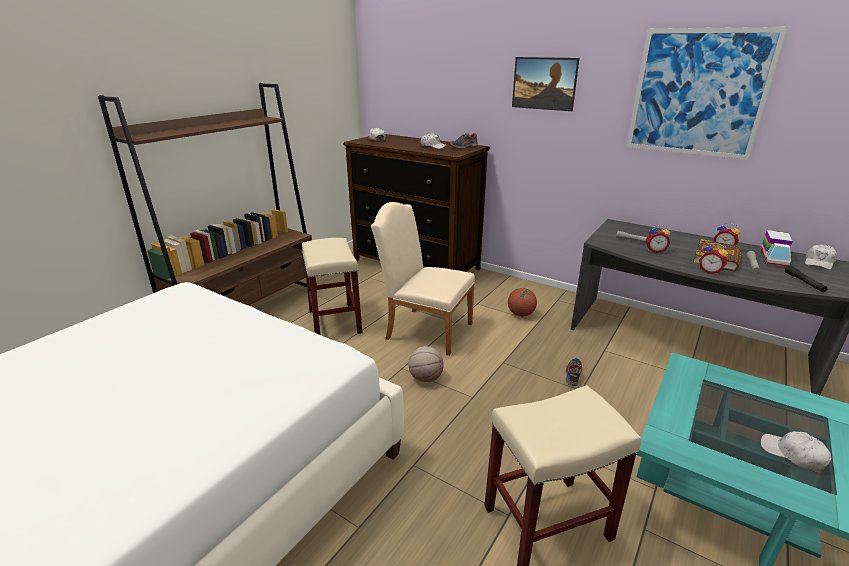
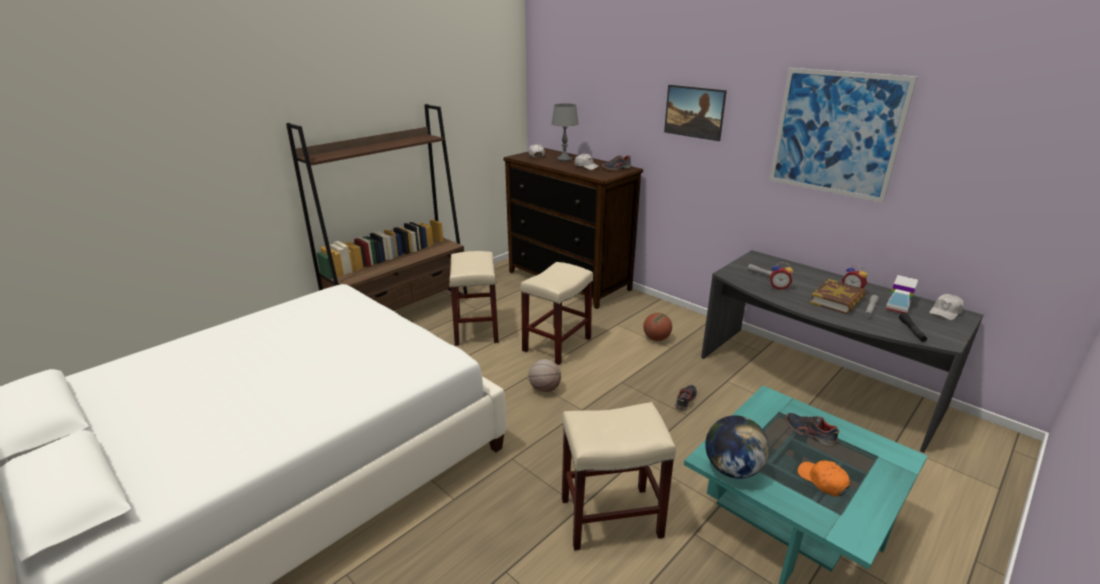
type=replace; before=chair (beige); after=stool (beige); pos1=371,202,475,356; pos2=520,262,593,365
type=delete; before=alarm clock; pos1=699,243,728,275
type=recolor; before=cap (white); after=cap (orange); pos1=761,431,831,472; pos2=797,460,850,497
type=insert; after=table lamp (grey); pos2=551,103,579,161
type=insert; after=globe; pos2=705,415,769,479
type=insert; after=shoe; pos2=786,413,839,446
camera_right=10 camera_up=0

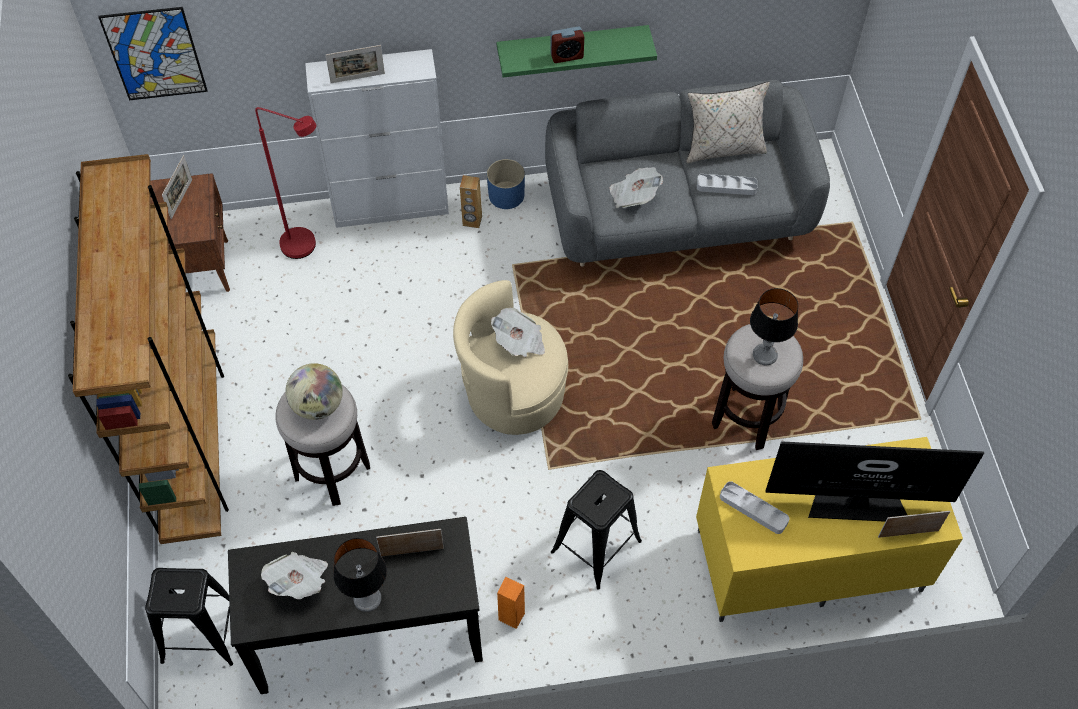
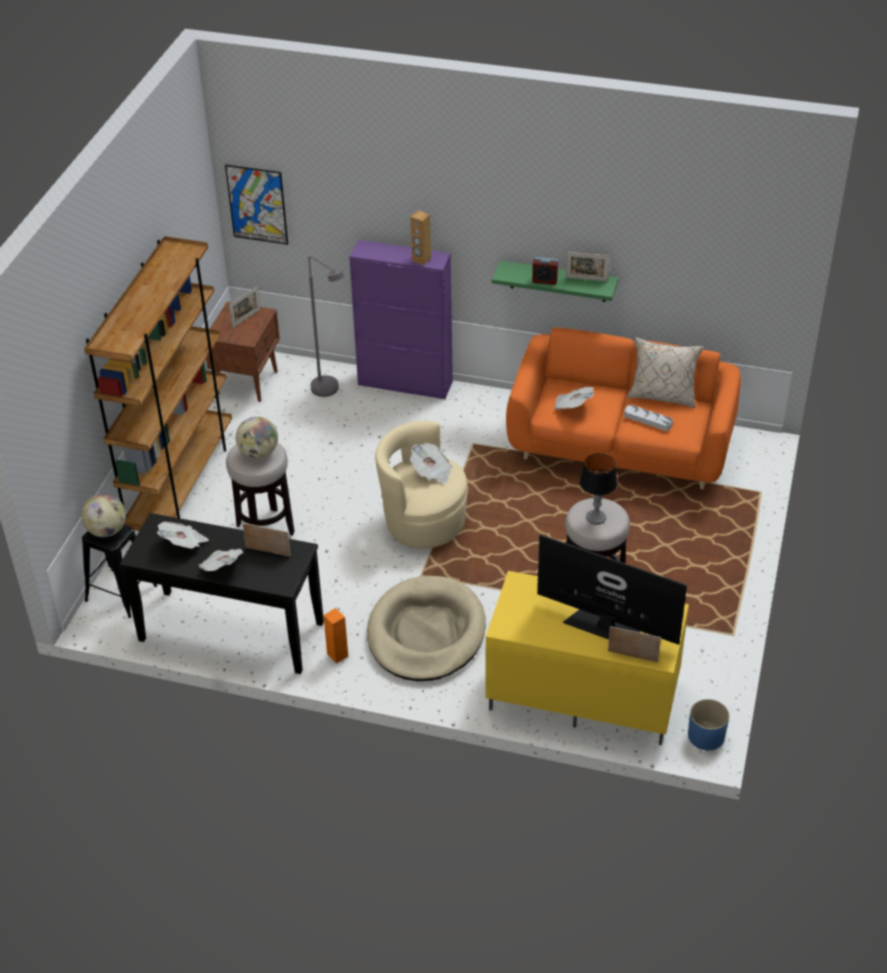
type=recolor; before=floor lamp (red); after=floor lamp (grey); pos1=255,107,316,259; pos2=309,256,344,397
type=recolor; before=cabinet (white); after=cabinet (purple); pos1=305,49,449,228; pos2=349,240,453,399
type=move; before=picture frame; pos1=325,45,385,83; pos2=566,252,609,281
type=replace; before=table lamp; after=newspaper; pos1=333,538,387,612; pos2=198,549,243,571
type=move; before=speaker (brown); pos1=460,175,482,228; pos2=410,210,431,265
type=move; before=planter (blue); pos1=487,159,525,209; pos2=688,699,729,750
type=recolor; before=sofa (grey); after=sofa (orange); pos1=545,80,830,266; pos2=506,328,741,489
type=replace; before=stool (black); after=dog bed (beige); pos1=551,470,642,590; pos2=367,576,486,681
type=delete; before=tray (grey); pos1=720,481,789,534
type=insert; after=globe; pos2=81,494,126,537
camera_right=25 camera_up=-15

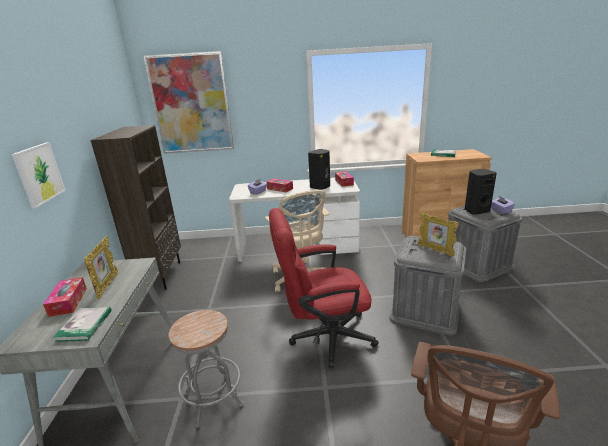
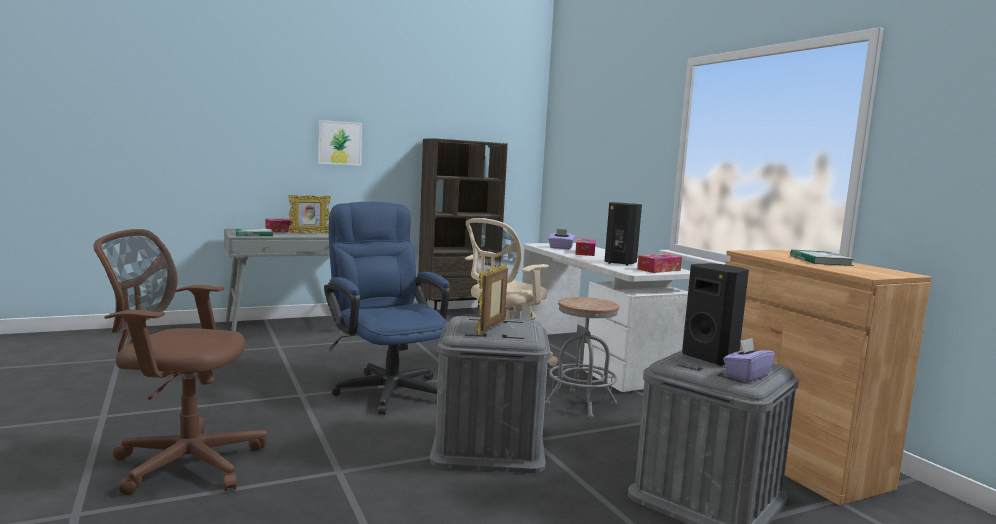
type=delete; before=picture; pos1=144,51,234,154
type=move; before=stool (grey); pos1=168,310,244,428; pos2=545,297,619,418
type=recolor; before=office chair (red); after=office chair (blue); pos1=269,208,379,368; pos2=324,202,450,415
camera_right=65 camera_up=-15

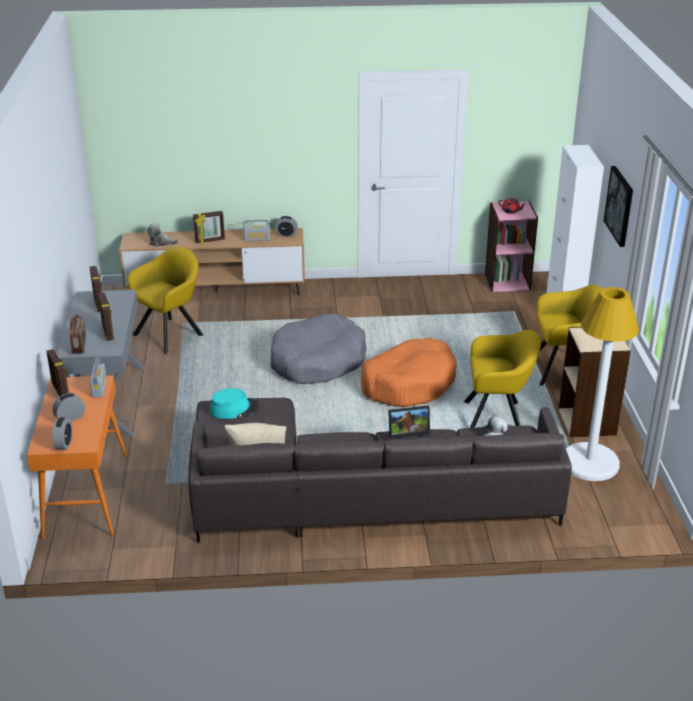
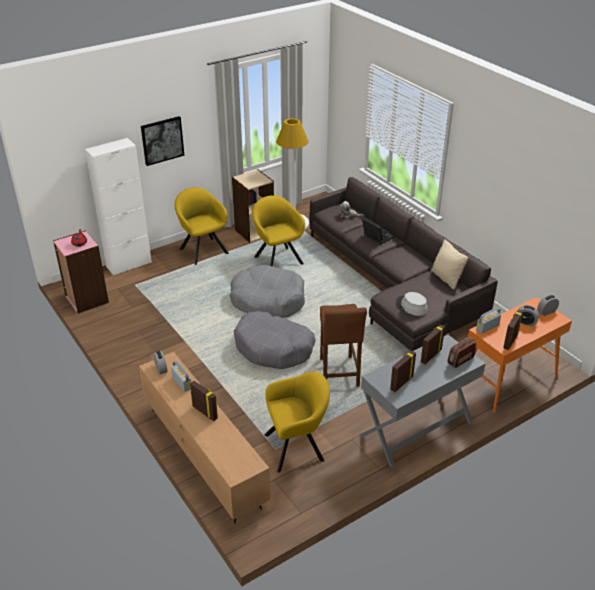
type=rotate; before=armchair (yellow); pos1=127,247,203,354; pos2=264,371,330,472; turn=150
type=delete; before=plush toy; pos1=147,223,178,247
type=recolor; before=hat (turquoise); after=hat (grey); pos1=210,388,259,419; pos2=396,292,428,316
type=recolor; before=dog bed (orange); after=dog bed (grey); pos1=361,338,457,407; pos2=230,265,305,318
type=insert; after=stool (brown); pos2=320,304,367,387
camera_right=-120 camera_up=5

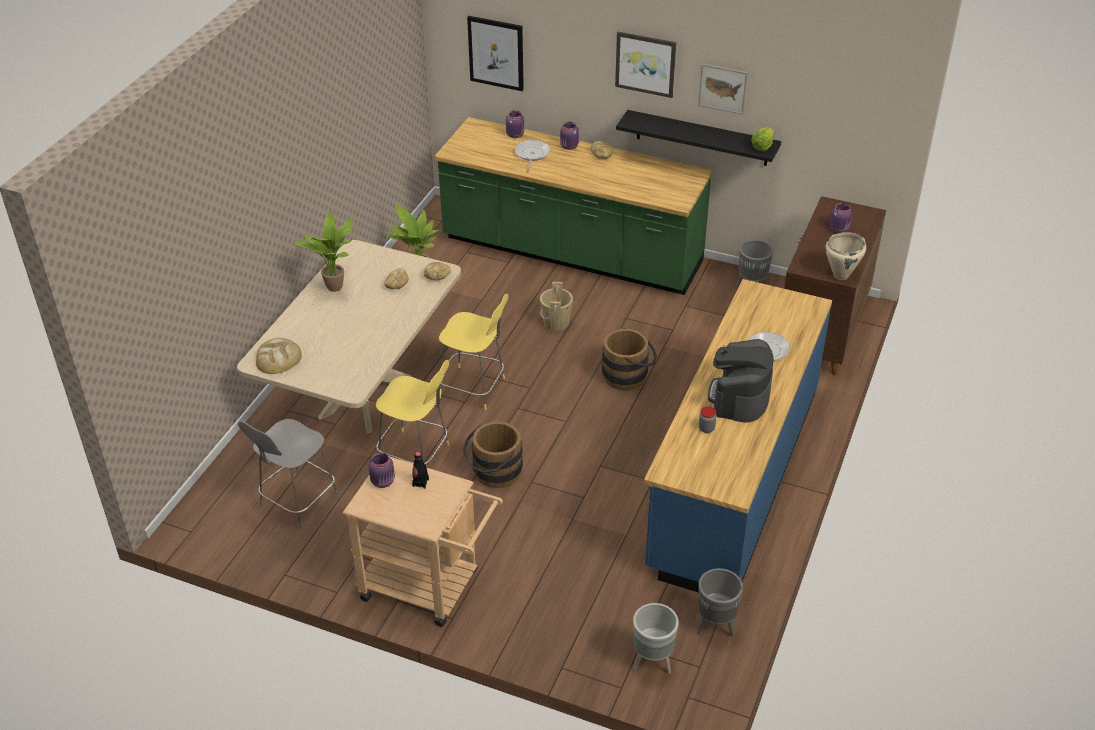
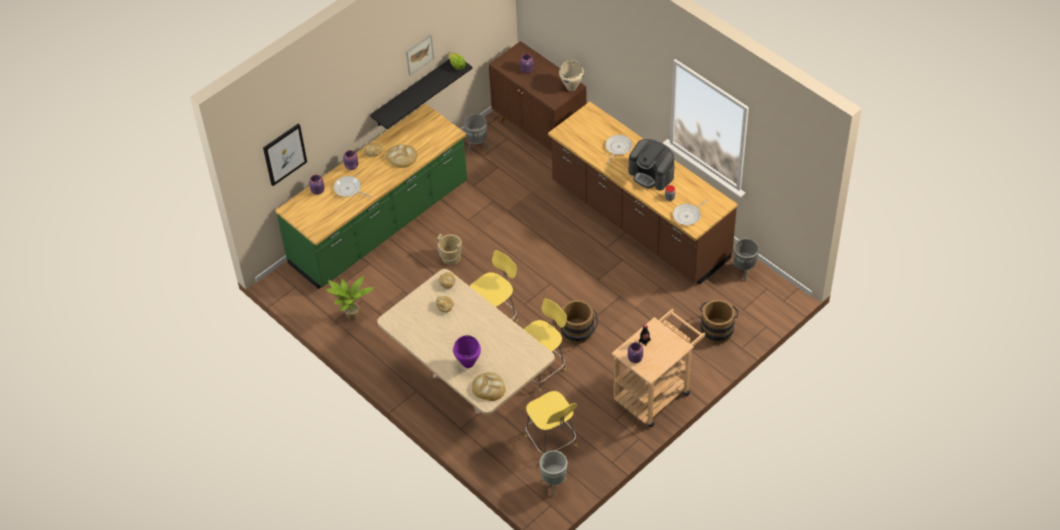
type=recolor; before=stool (grey); after=stool (yellow); pos1=238,419,339,529; pos2=525,391,577,454
type=delete; before=potted plant; pos1=292,211,356,292
type=move; before=bucket (brown); pos1=602,328,657,390; pos2=699,299,739,344
type=delete; before=picture; pos1=615,32,676,98
type=move; before=planter (grey); pos1=633,603,679,674; pos2=540,451,567,496
type=recolor; before=counter (blue); after=counter (brown); pos1=644,279,832,592; pos2=548,102,738,285
type=insert; after=bread; pos2=386,145,417,168
type=insert; after=cooking pot (purple); pos2=453,335,481,368
type=insert; after=frying pan; pos2=673,199,708,225
camera_right=-65 camera_up=10

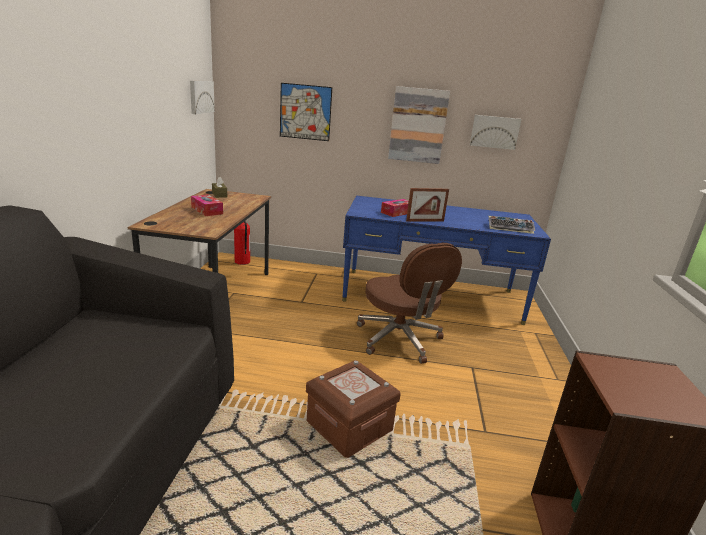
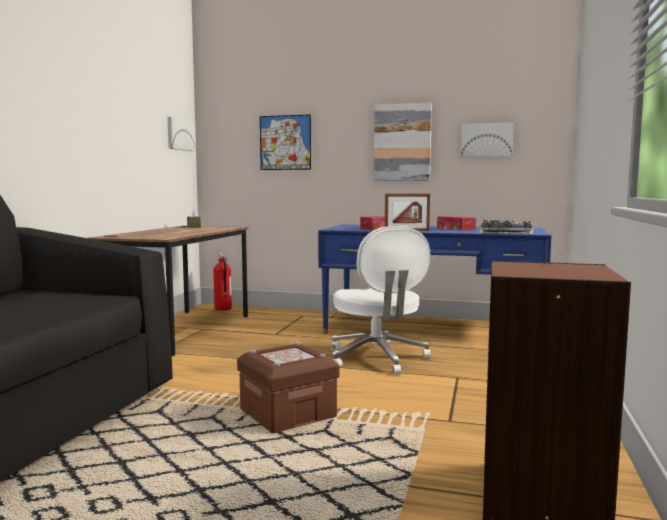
type=move; before=tissue box; pos1=191,194,223,216; pos2=437,216,476,231
type=recolor; before=office chair (brown); after=office chair (white); pos1=357,243,462,364; pos2=331,226,431,374
camera_right=10 camera_up=-15

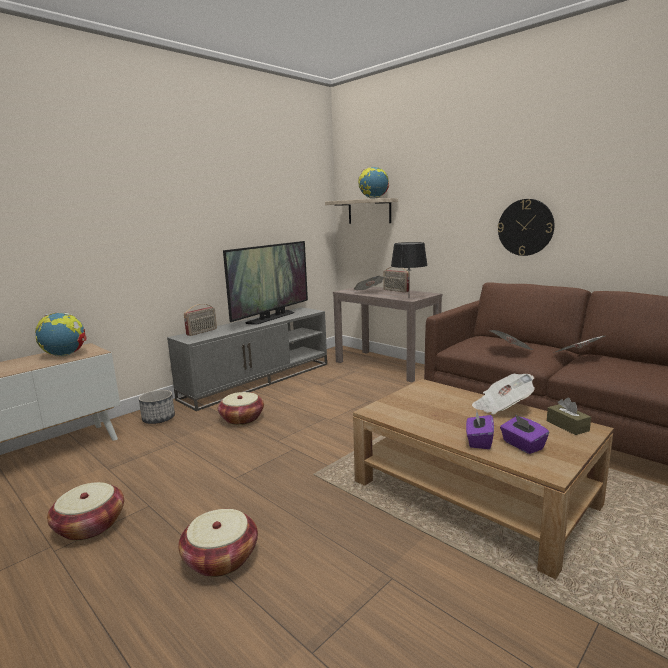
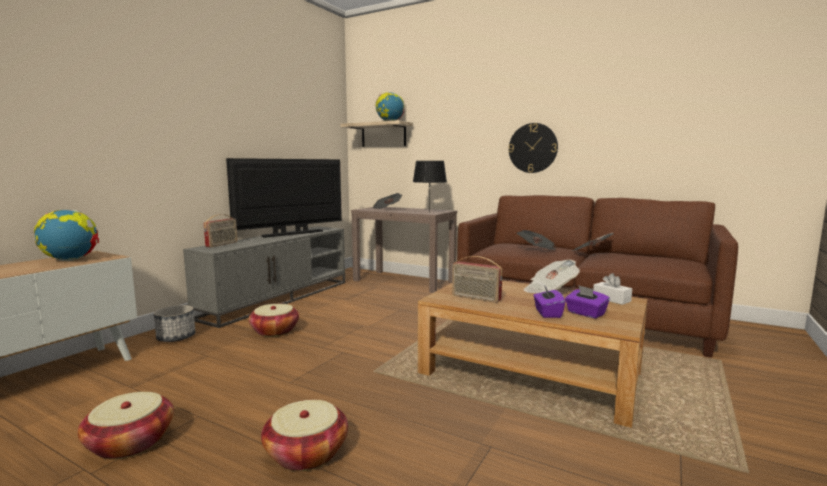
type=rotate; before=television; pos1=223,241,308,325; pos2=226,158,342,238; turn=-150
type=move; before=radio; pos1=383,267,409,293; pos2=452,256,502,303
type=recolor; before=tissue box (brown); after=tissue box (white); pos1=547,398,591,435; pos2=593,273,632,305
camera_right=-15 camera_up=-5

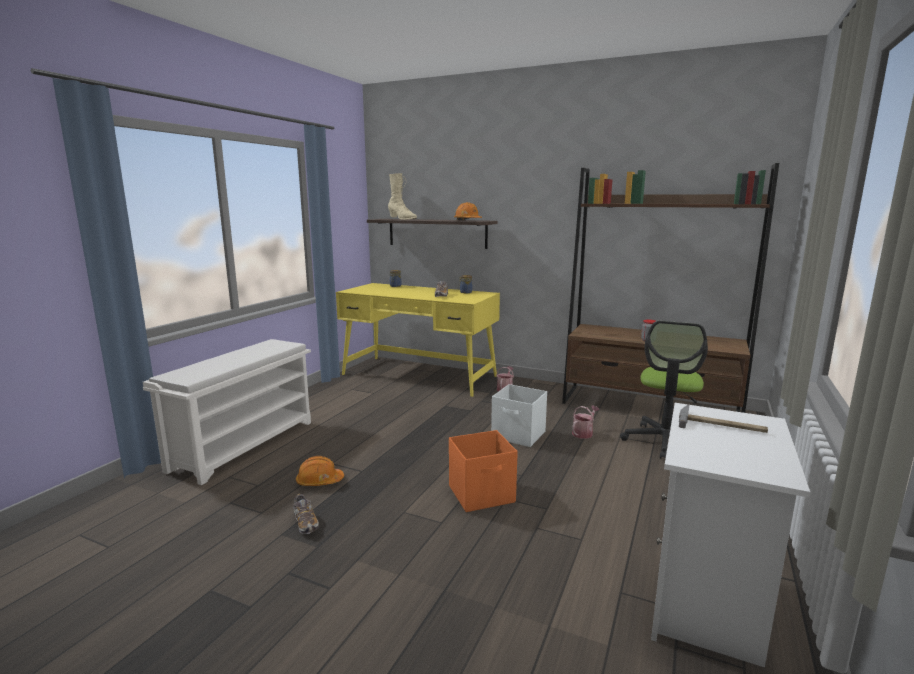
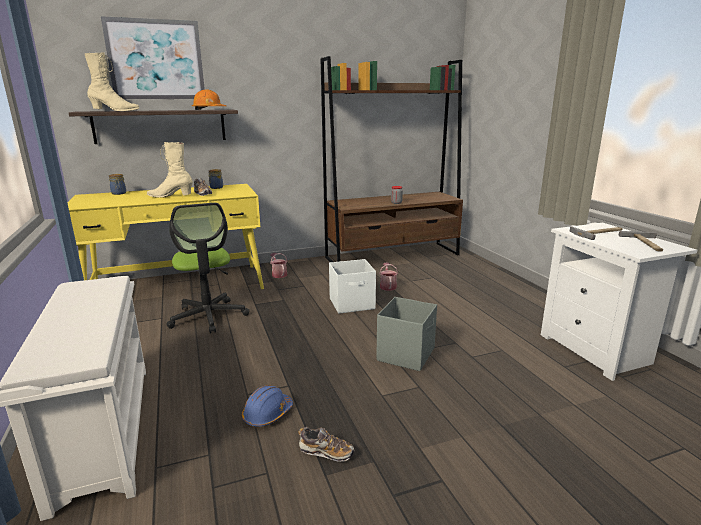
type=recolor; before=hard hat (orange); after=hard hat (blue); pos1=296,456,344,486; pos2=242,385,293,428
type=recolor; before=storage box (orange); after=storage box (grey); pos1=449,430,518,512; pos2=376,297,437,371
type=move; before=office chair; pos1=620,321,708,459; pos2=166,203,249,333
type=insert; after=picture; pos2=101,16,205,99
type=insert; after=boot (beige); pos2=147,142,193,197
type=insert; after=hammer; pos2=619,231,663,251
camera_right=-45 camera_up=5

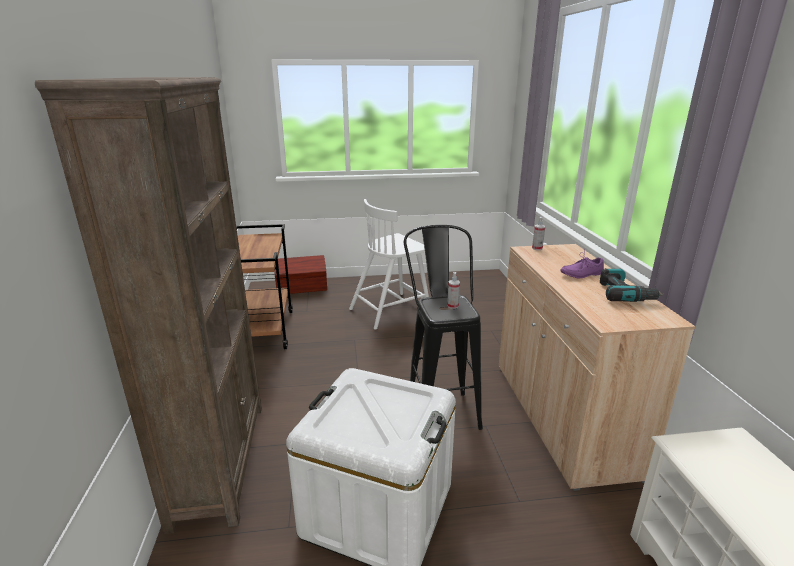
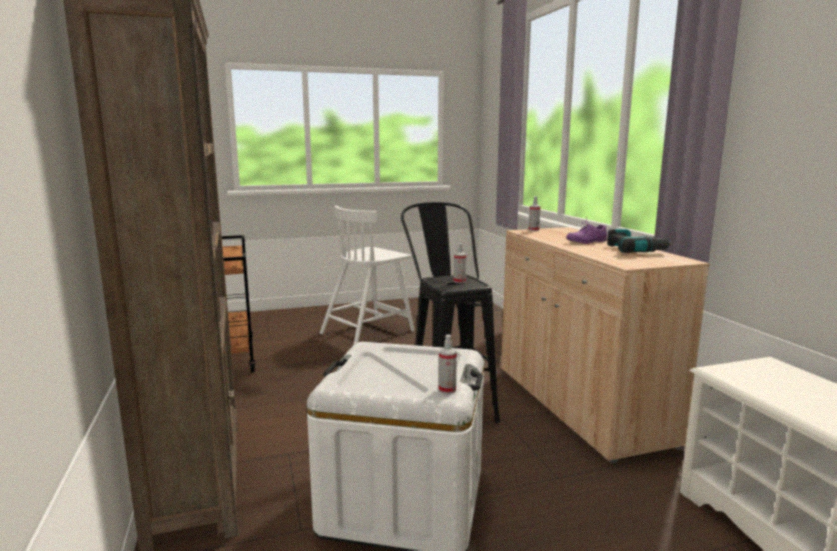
type=delete; before=storage box (brown); pos1=274,255,327,294
type=insert; after=spray bottle; pos2=439,334,457,394
camera_right=-10 camera_up=-10

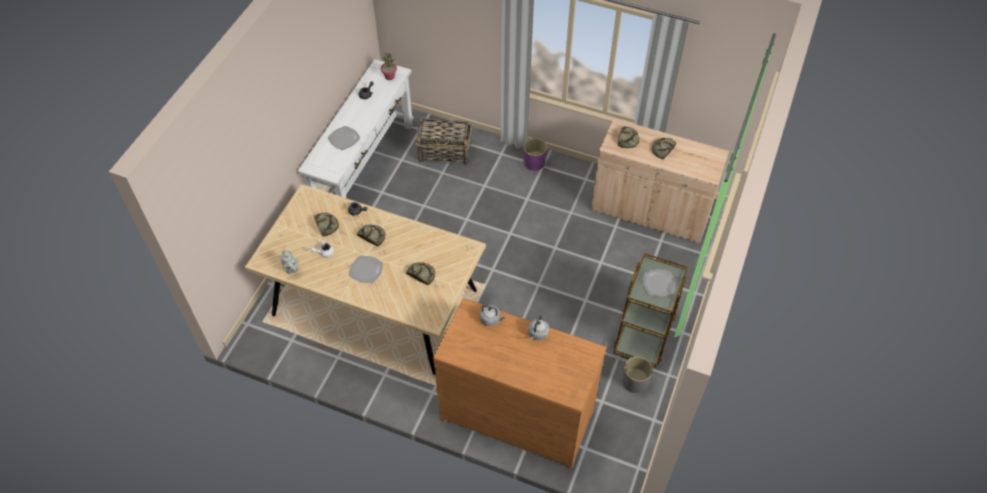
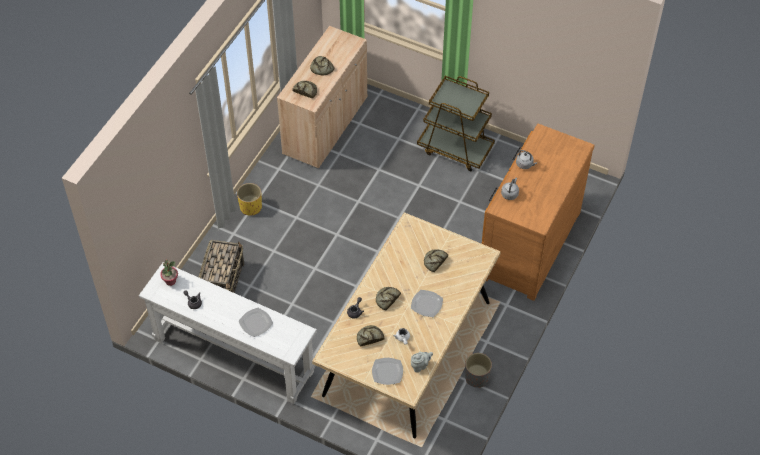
type=recolor; before=planter (purple); after=planter (yellow); pos1=523,138,547,170; pos2=237,183,262,216
type=move; before=planter (grey); pos1=622,356,653,393; pos2=465,353,492,388
type=move; before=plate; pos1=643,269,676,296; pos2=372,358,403,385
camera_right=-85 camera_up=0

